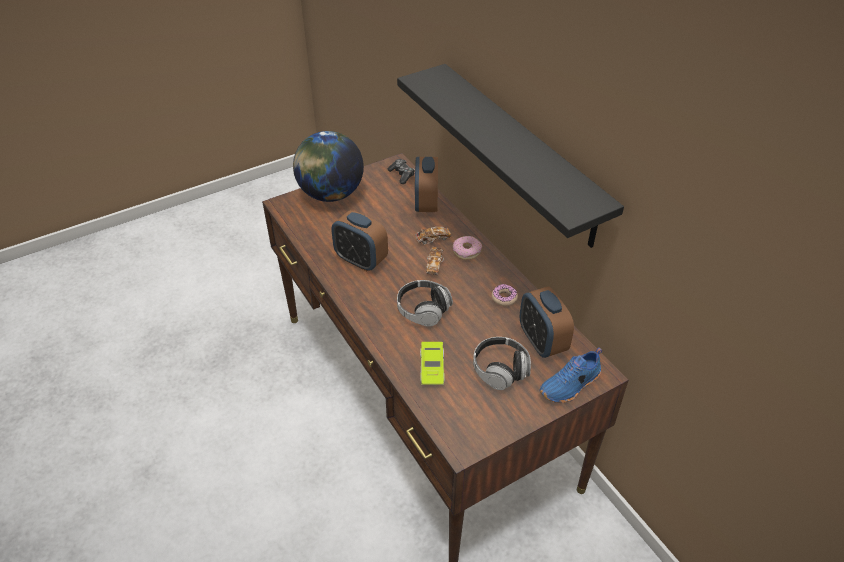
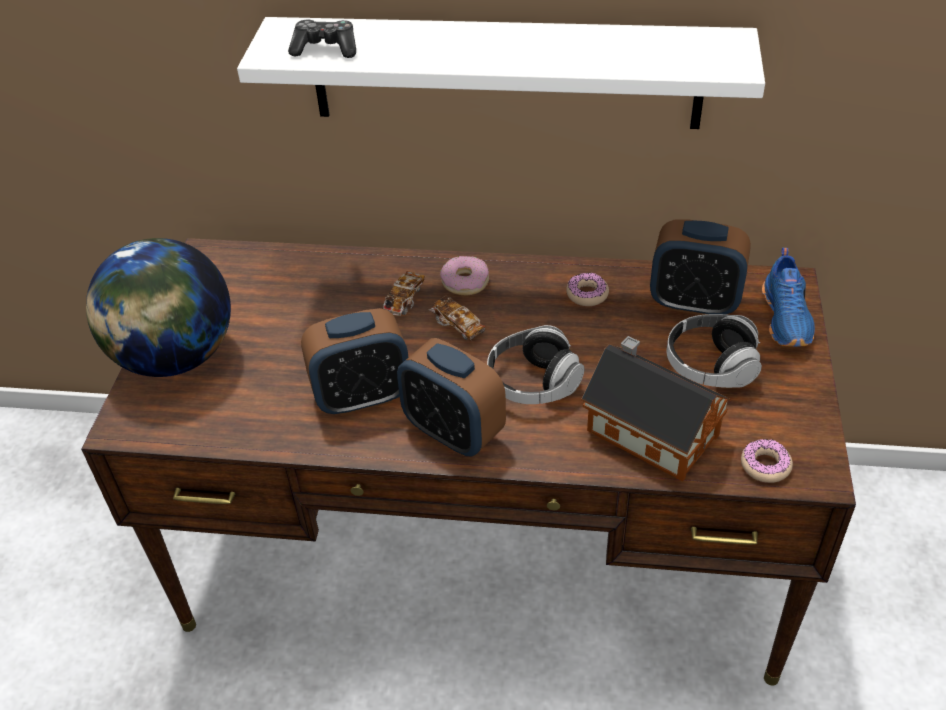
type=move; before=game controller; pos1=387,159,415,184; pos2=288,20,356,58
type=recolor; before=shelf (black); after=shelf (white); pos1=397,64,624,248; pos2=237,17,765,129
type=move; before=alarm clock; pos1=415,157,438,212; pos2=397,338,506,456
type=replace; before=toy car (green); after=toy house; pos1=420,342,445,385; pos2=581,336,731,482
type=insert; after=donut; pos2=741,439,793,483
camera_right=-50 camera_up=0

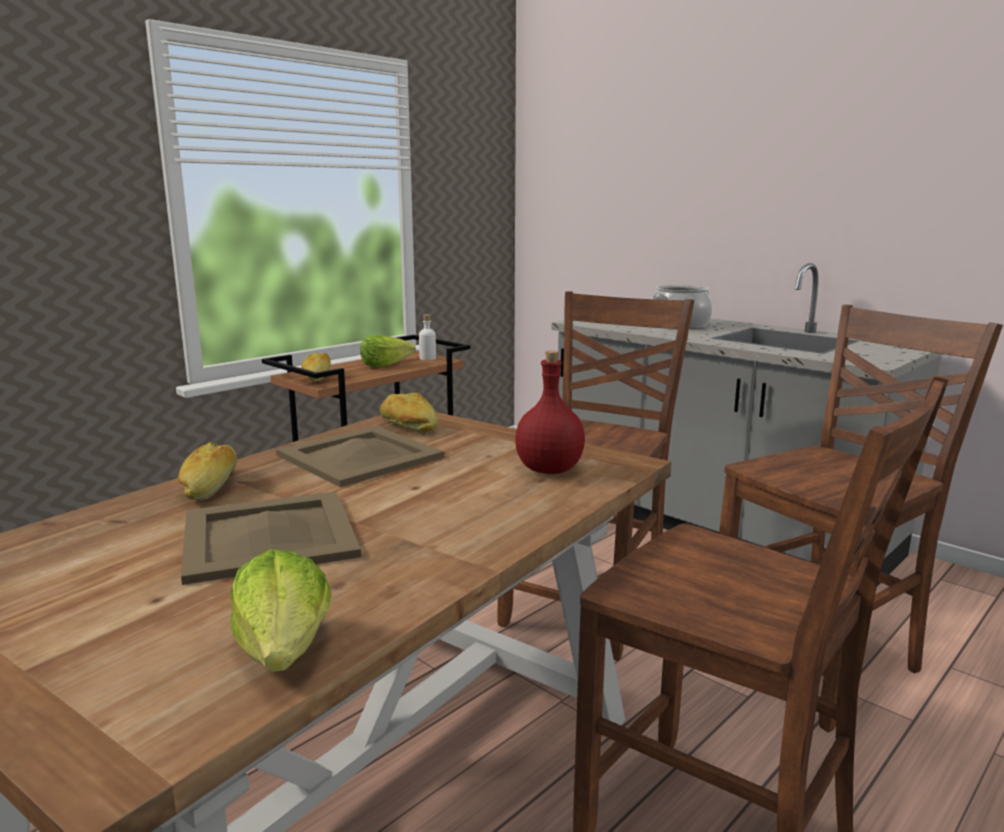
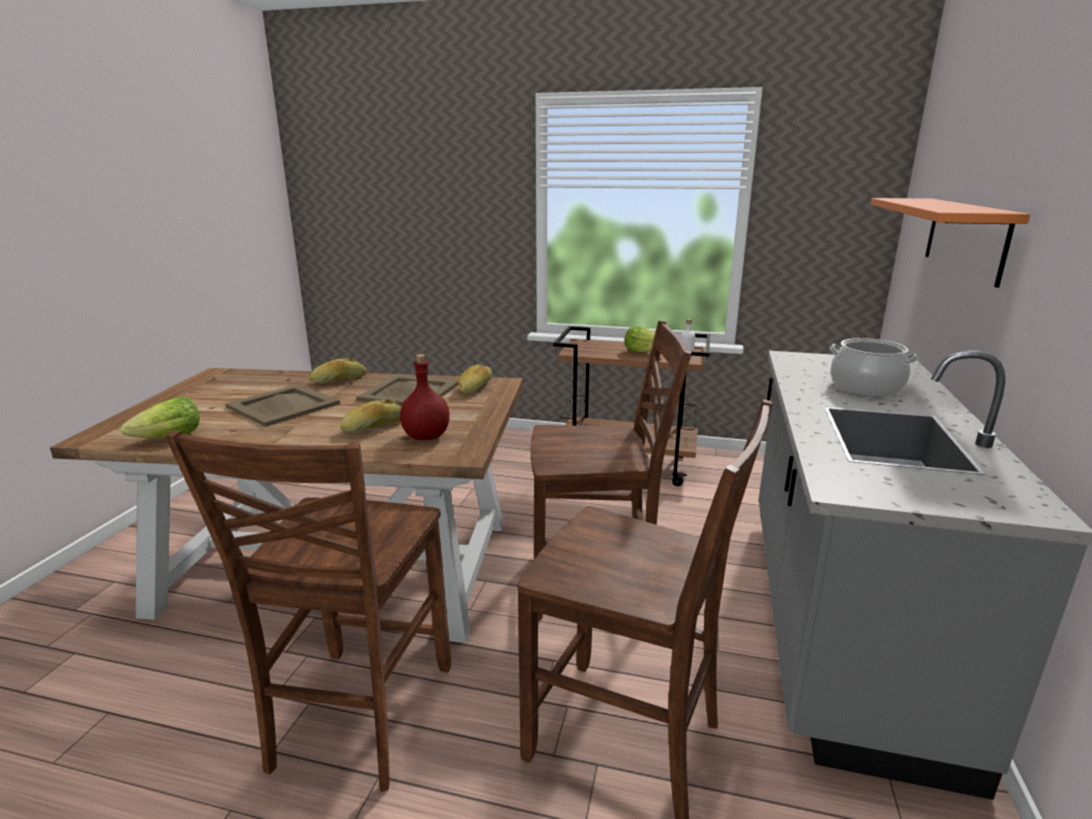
type=move; before=bread; pos1=301,352,331,382; pos2=340,399,401,433
type=insert; after=shelf (orange); pos2=870,198,1030,288
camera_right=60 camera_up=5

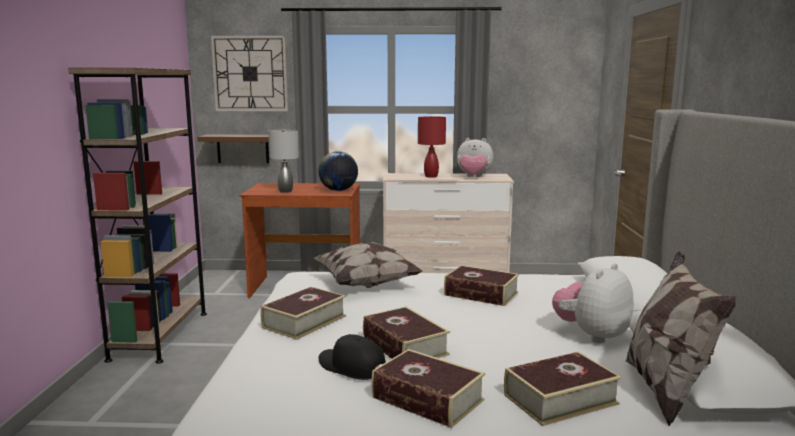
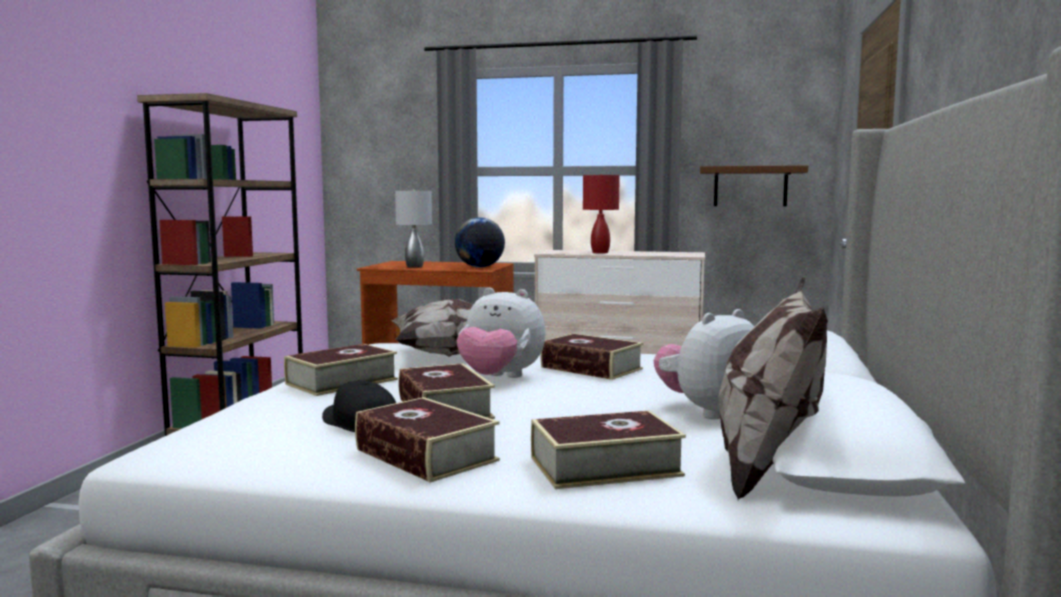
type=move; before=shelf (brown); pos1=197,134,269,163; pos2=700,165,808,206
type=delete; before=wall clock; pos1=211,35,288,111
type=move; before=plush toy; pos1=457,138,493,177; pos2=457,288,546,378
camera_right=10 camera_up=-5

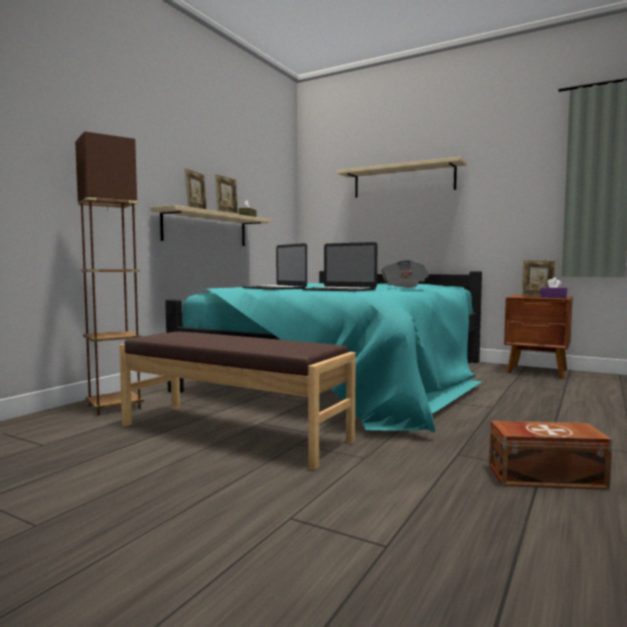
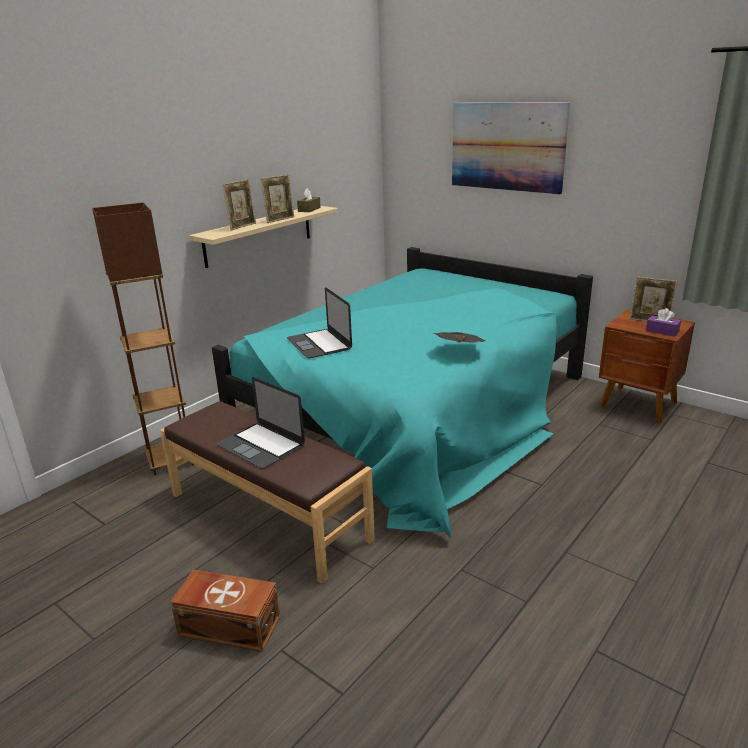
type=move; before=laptop; pos1=302,242,377,292; pos2=217,377,305,469
type=replace; before=shelf (beige); after=picture; pos1=337,157,467,198; pos2=452,103,570,194
type=move; before=storage box (brown); pos1=489,421,612,490; pos2=171,570,280,652
camera_right=10 camera_up=20

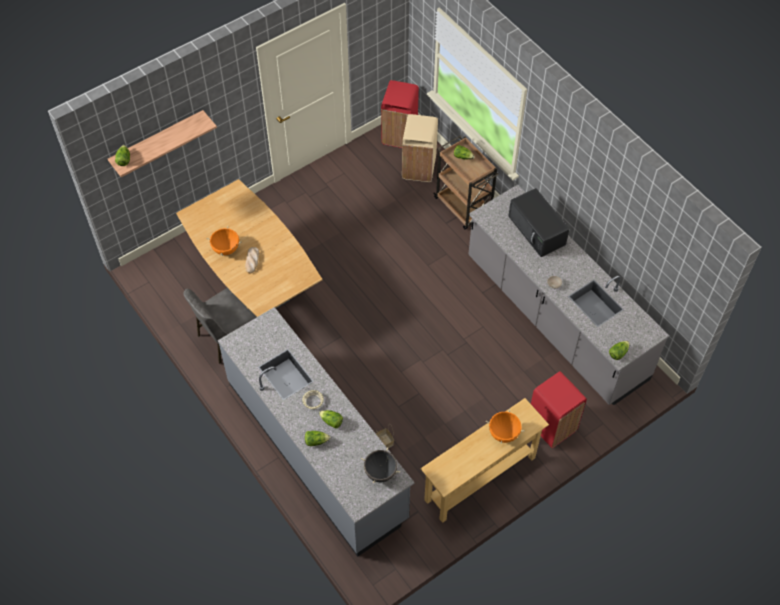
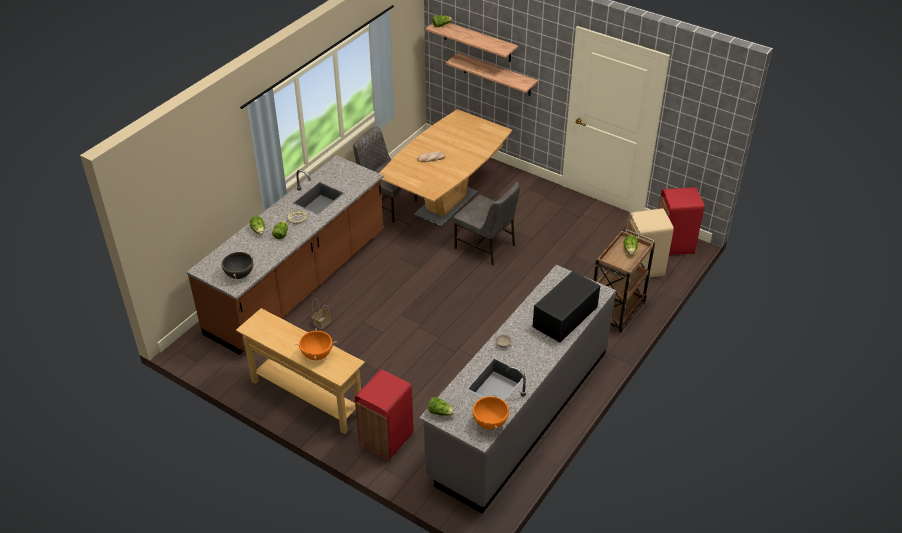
type=move; before=cooking pot (orange); pos1=206,226,242,256; pos2=469,393,513,430
type=recolor; before=counter (grey); after=counter (brown); pos1=218,307,415,557; pos2=187,155,384,355
type=insert; after=shelf; pos2=446,53,538,96
type=insert; after=chair (grey); pos2=453,182,520,265
camera_right=70 camera_up=-15

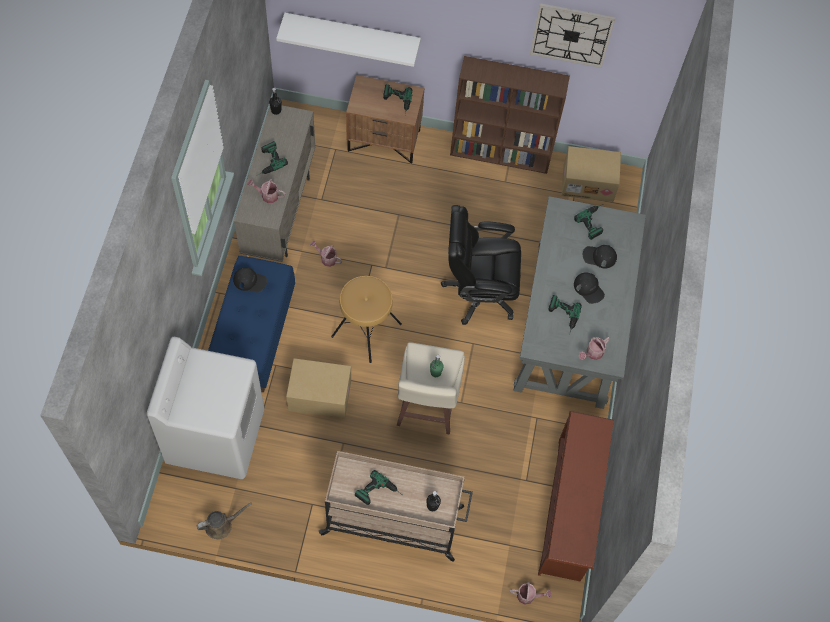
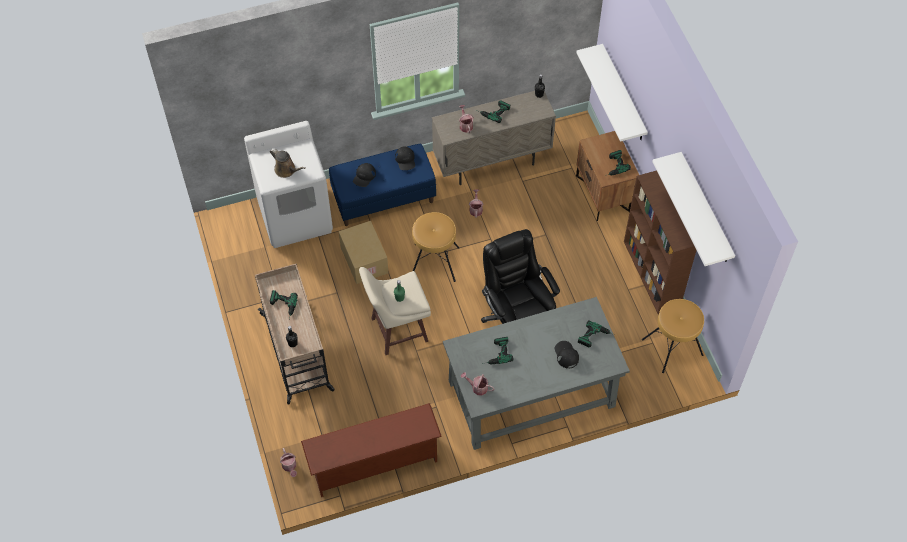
type=move; before=watering can (brown); pos1=197,503,252,539; pos2=270,148,306,178
type=replace; before=wall clock; after=shelf (white); pos1=530,3,616,68; pos2=652,152,735,266
type=replace; before=cardboard box; after=stool (brown); pos1=562,146,621,202; pos2=642,299,704,373
type=move; before=cap (black); pos1=574,272,605,304; pos2=353,163,376,187
camera_right=65 camera_up=-5

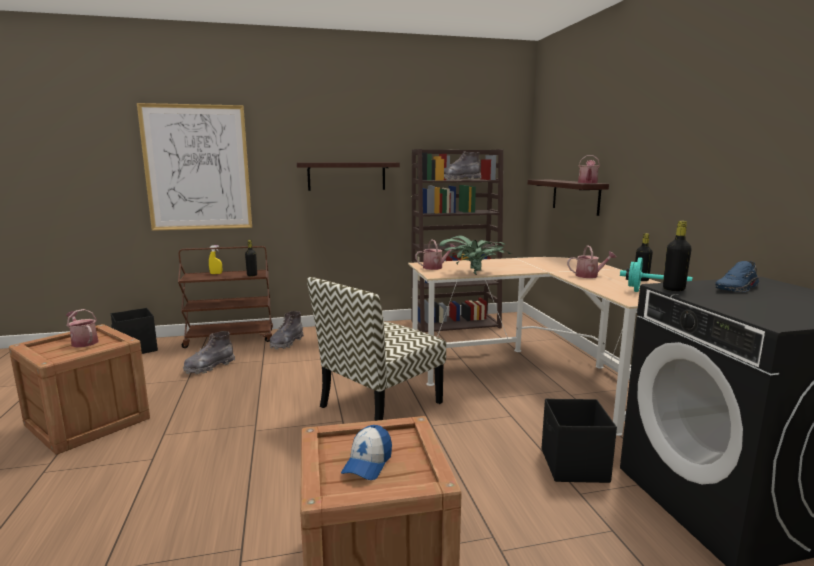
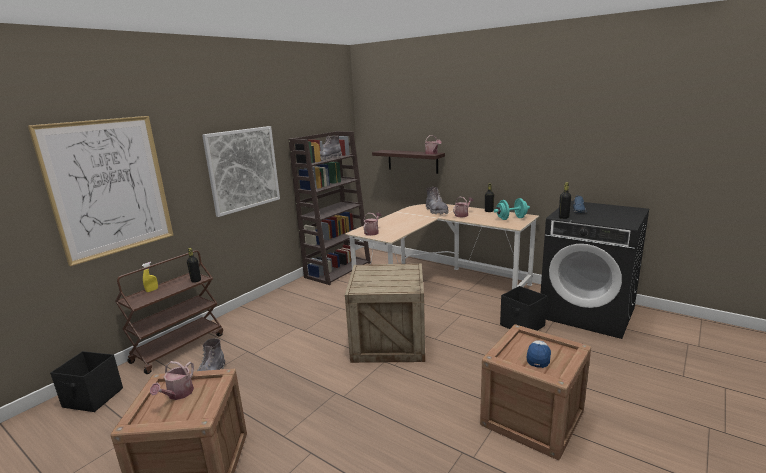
type=rotate; before=watering can; pos1=66,309,98,347; pos2=150,361,194,400; turn=-75
type=move; before=boot (grey); pos1=270,311,304,350; pos2=426,187,448,214
type=replace; before=shelf; after=picture; pos1=296,162,400,191; pos2=202,126,280,217
type=replace; before=chair; after=crate; pos1=307,277,446,421; pos2=345,263,425,363
type=rotate; before=cap; pos1=341,425,392,480; pos2=527,340,551,368; turn=-135
type=delete; before=potted plant; pos1=439,236,512,275
camera_right=-40 camera_up=5

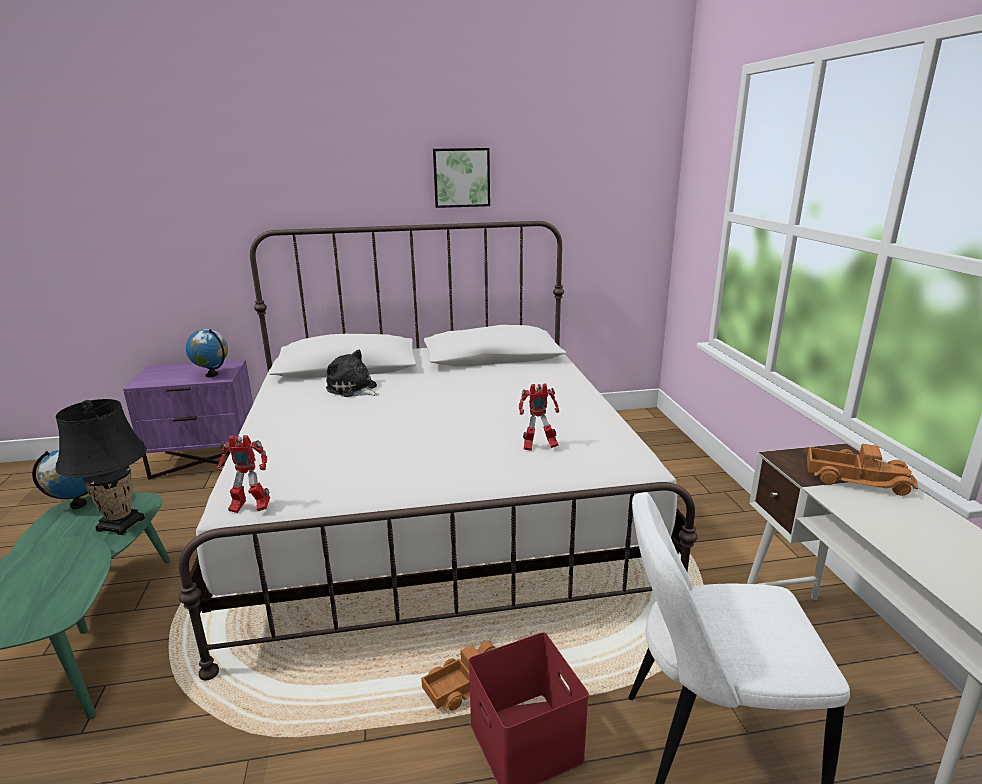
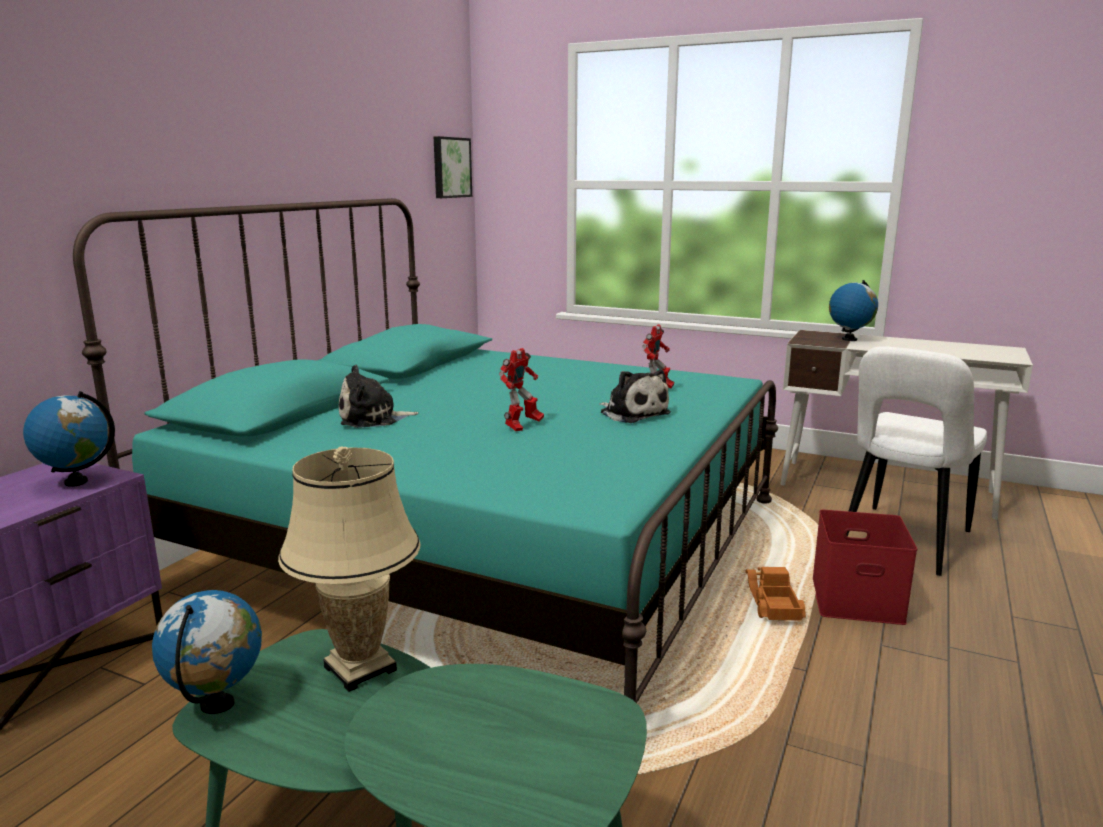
type=recolor; before=table lamp (black); after=table lamp (beige); pos1=55,399,147,535; pos2=278,446,420,692
type=recolor; before=bed (white); after=bed (turquoise); pos1=179,221,698,681; pos2=73,198,778,703
type=move; before=toy robot; pos1=217,435,270,513; pos2=499,348,544,431
type=move; before=picture; pos1=433,148,490,208; pos2=434,136,472,198
type=replace; before=toy truck; after=globe; pos1=807,444,918,496; pos2=829,280,878,341
type=insert; after=plush toy; pos2=599,370,671,423
camera_right=-55 camera_up=-5

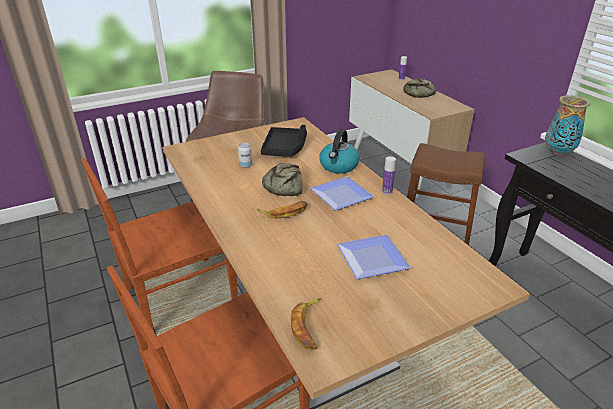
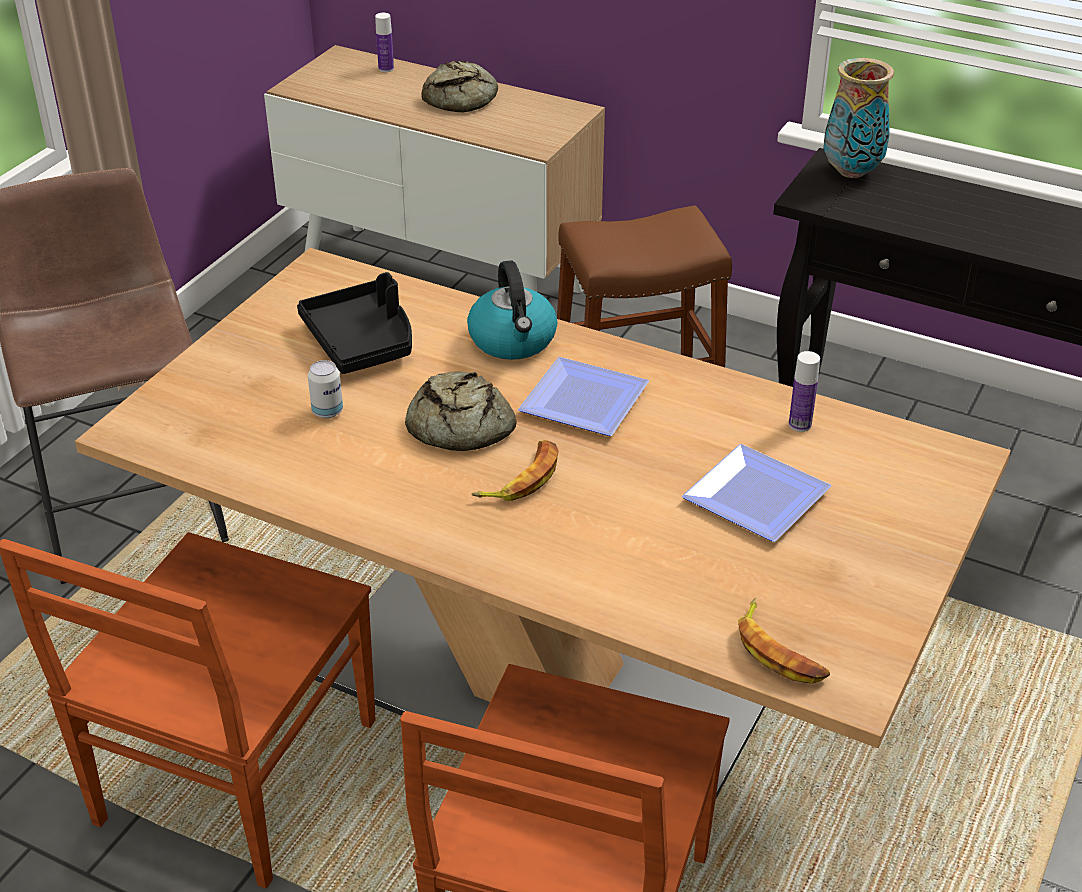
type=move; before=bottle; pos1=382,156,396,194; pos2=789,351,820,432
camera_right=-35 camera_up=5

